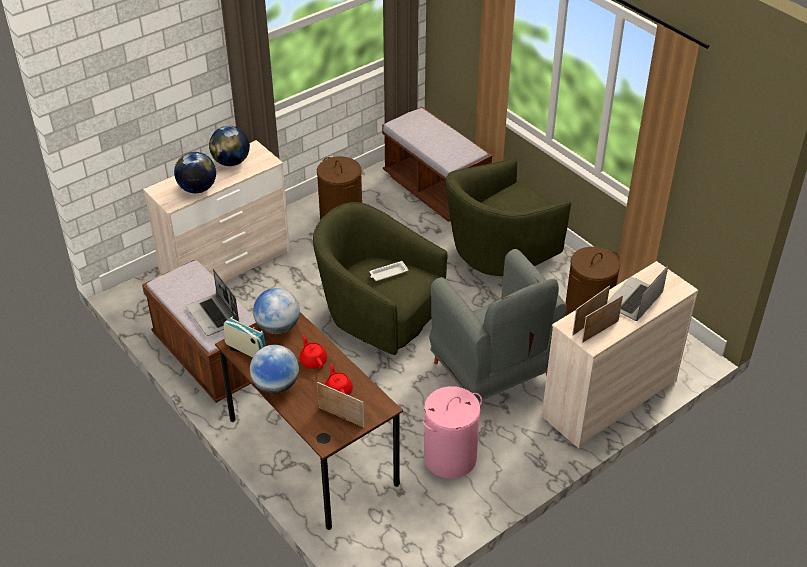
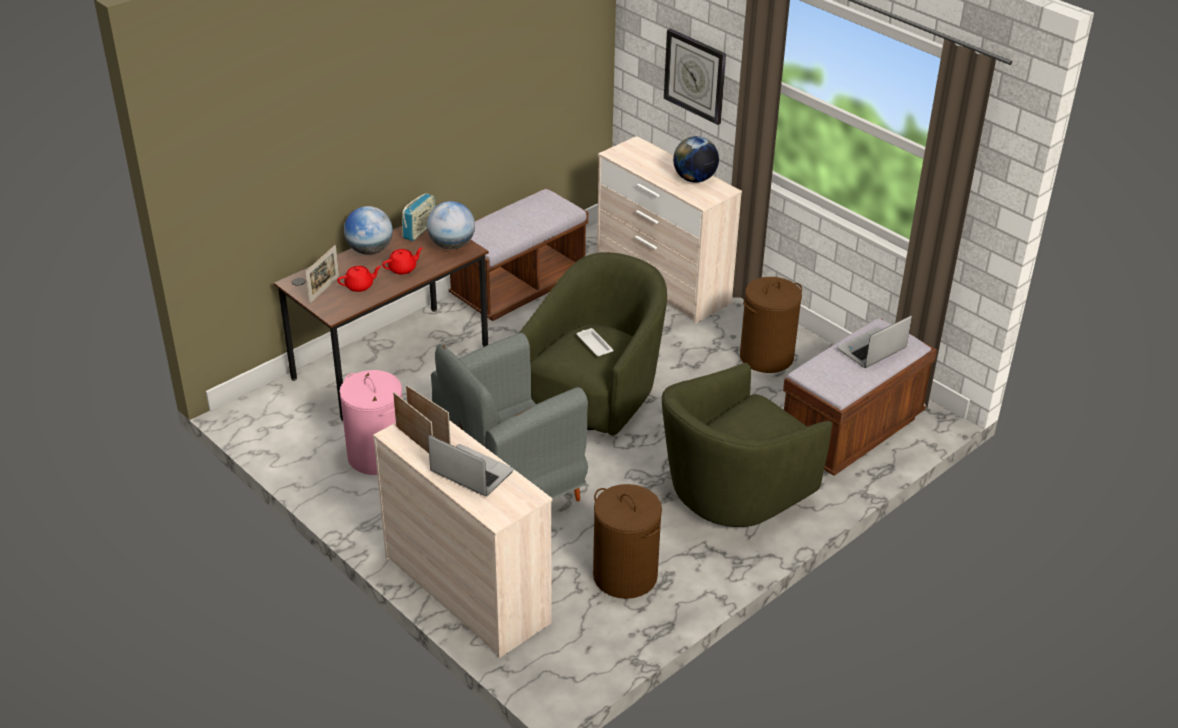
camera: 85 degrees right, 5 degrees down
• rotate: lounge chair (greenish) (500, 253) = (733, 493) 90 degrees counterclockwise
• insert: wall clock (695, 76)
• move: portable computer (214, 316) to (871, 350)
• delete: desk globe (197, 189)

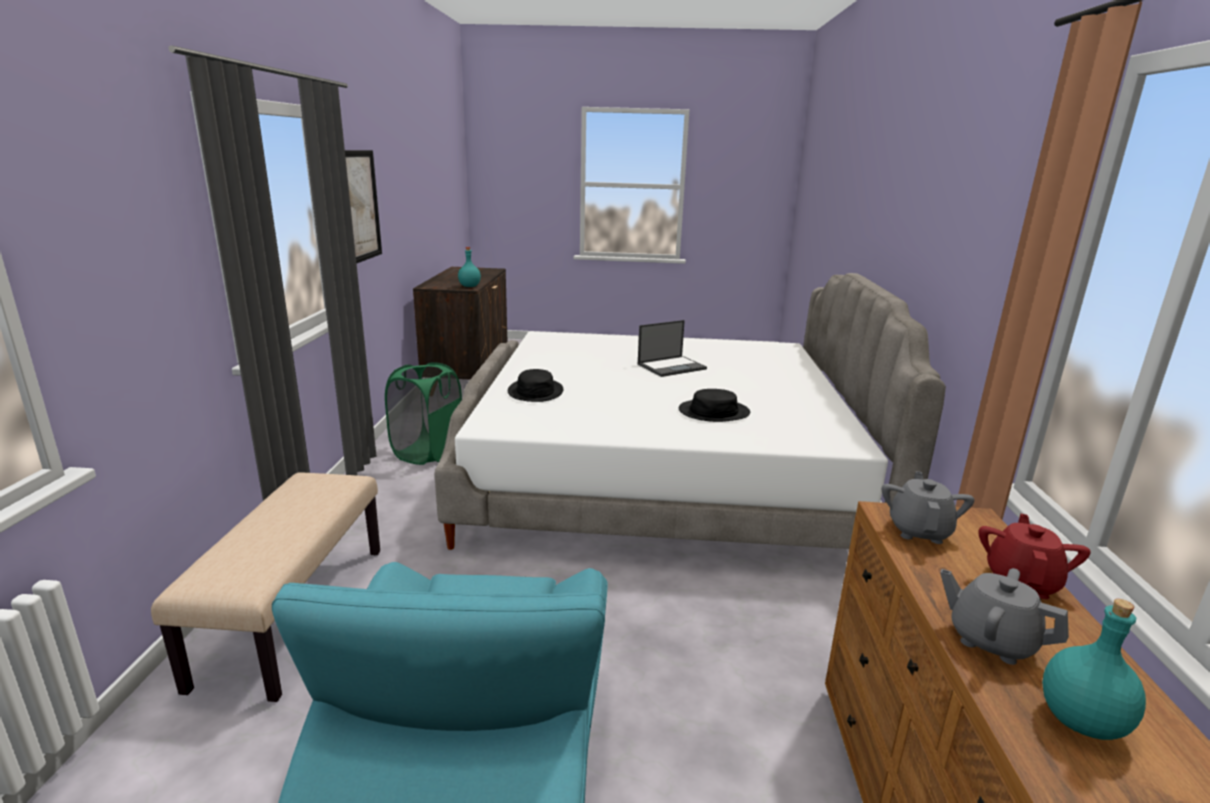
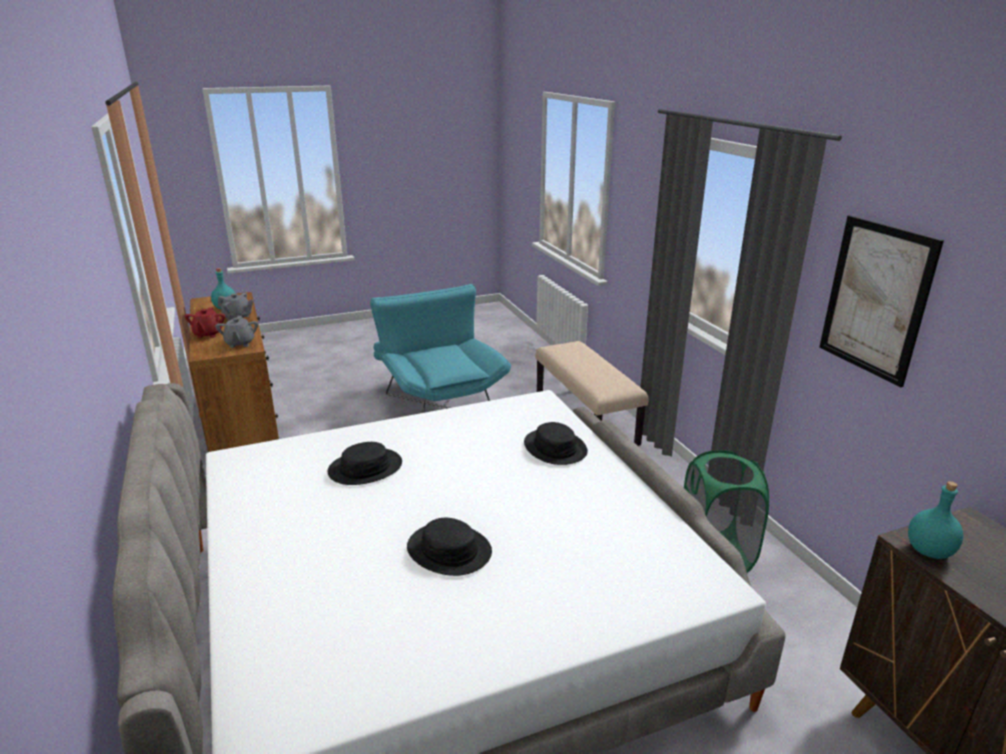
camera: 155 degrees right, 5 degrees up
• replace: portable computer (672, 366) to clothing hat (black-coloured) (449, 550)

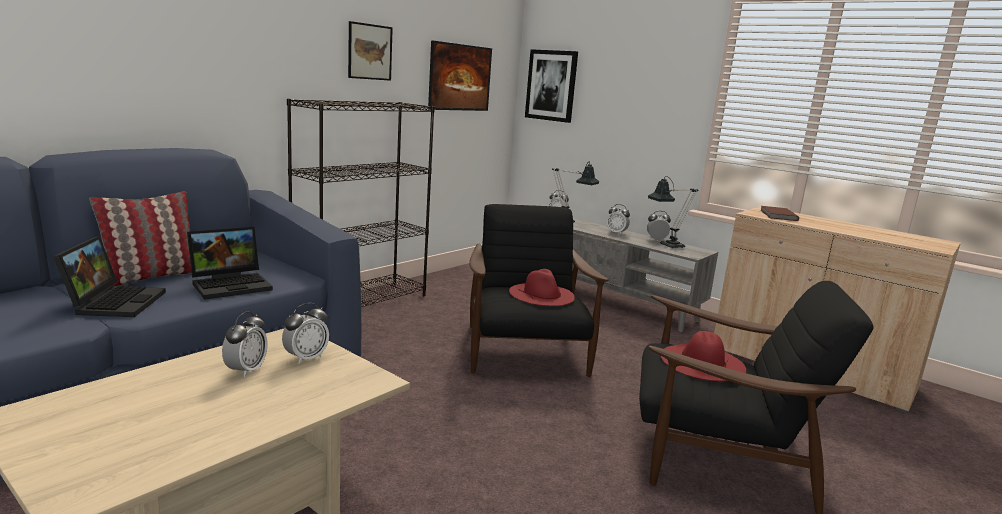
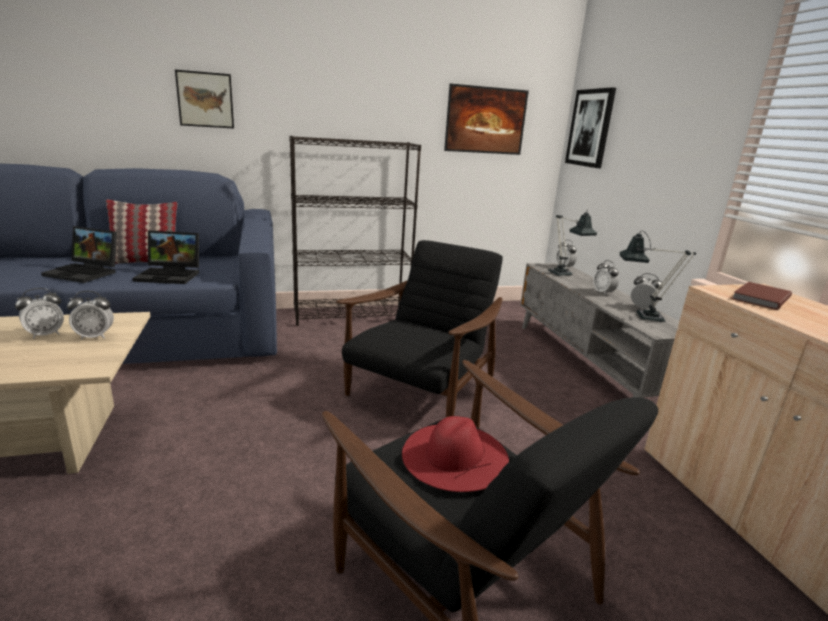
camera: 35 degrees right, 5 degrees up
• rotate: portable computer (114, 302) = (86, 272) 75 degrees clockwise
• move: wall picture (370, 52) to (205, 100)
• delete: clothing hat (red) (542, 294)

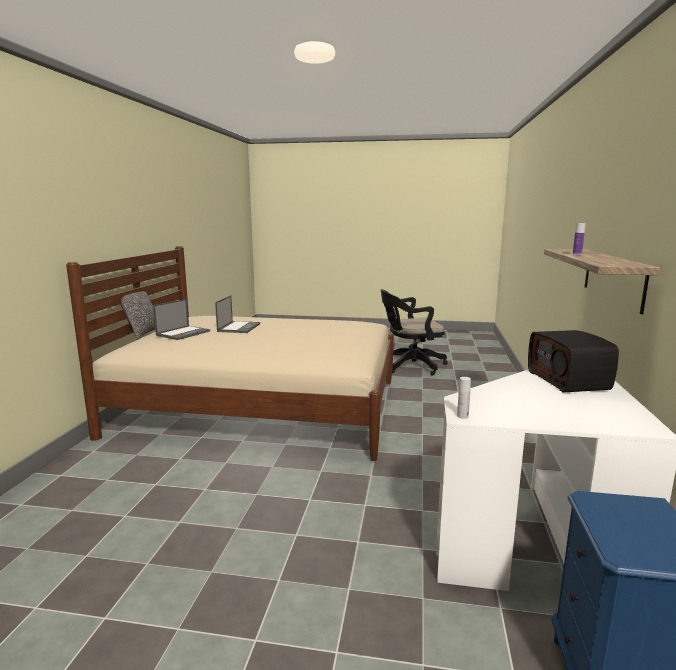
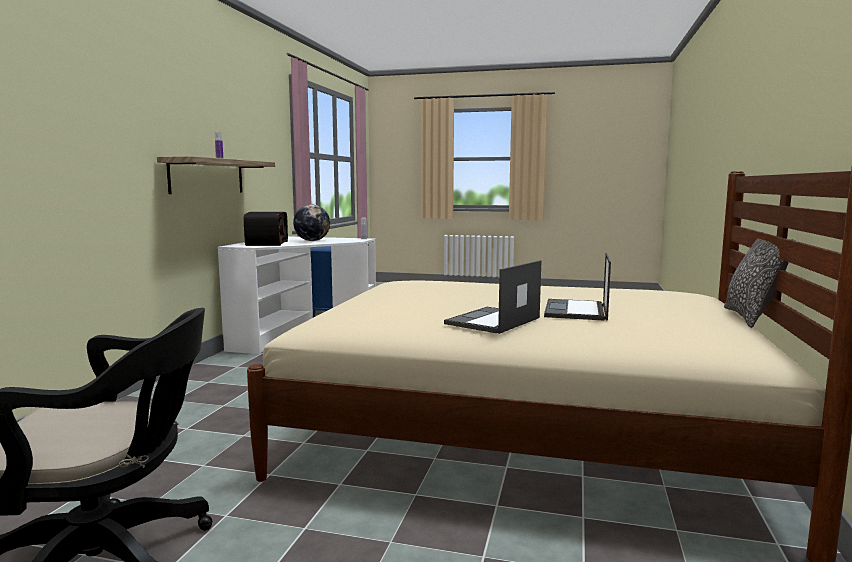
camera: 175 degrees left, 5 degrees down
• insert: desk globe (312, 241)
• move: portable computer (183, 333) to (492, 321)

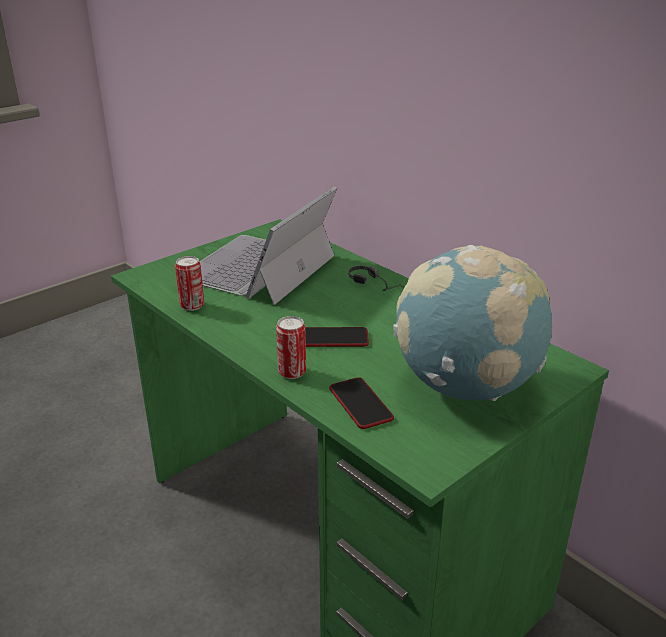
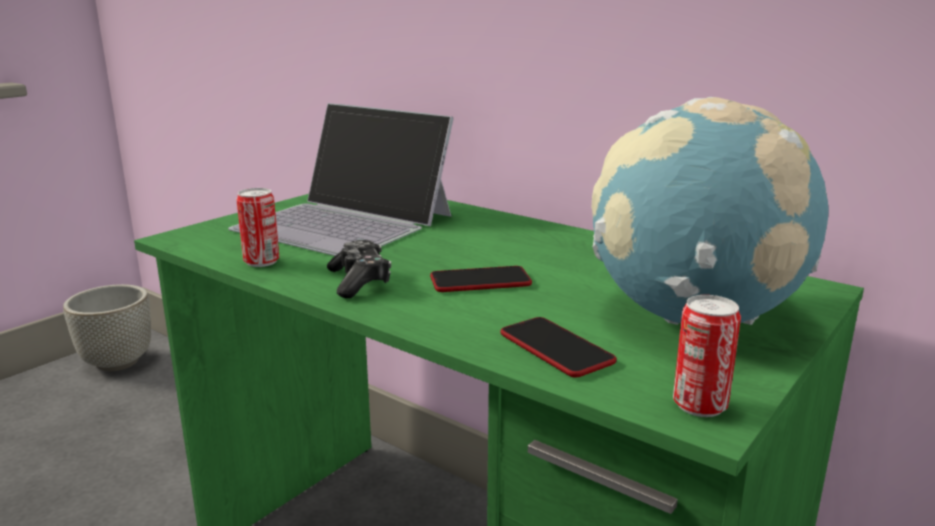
camera: 10 degrees left, 10 degrees down
• insert: flower pot (grey) (117, 362)
• rotate: portable computer (259, 268) = (346, 222) 75 degrees counterclockwise
• insert: joypad (359, 281)
• move: metal can (292, 372) to (699, 405)
• delete: headphones (379, 286)

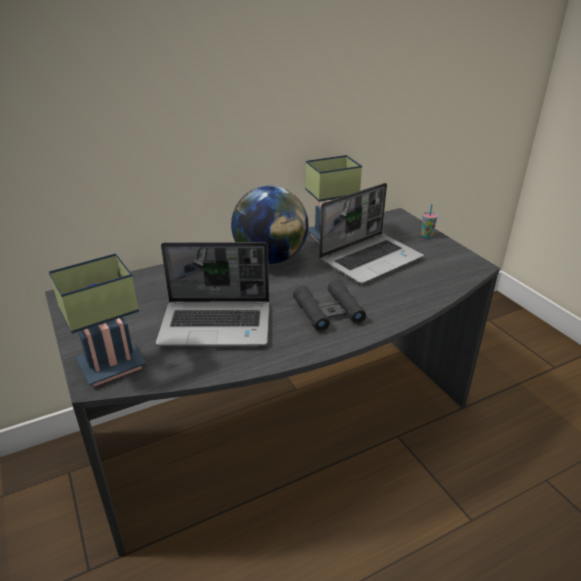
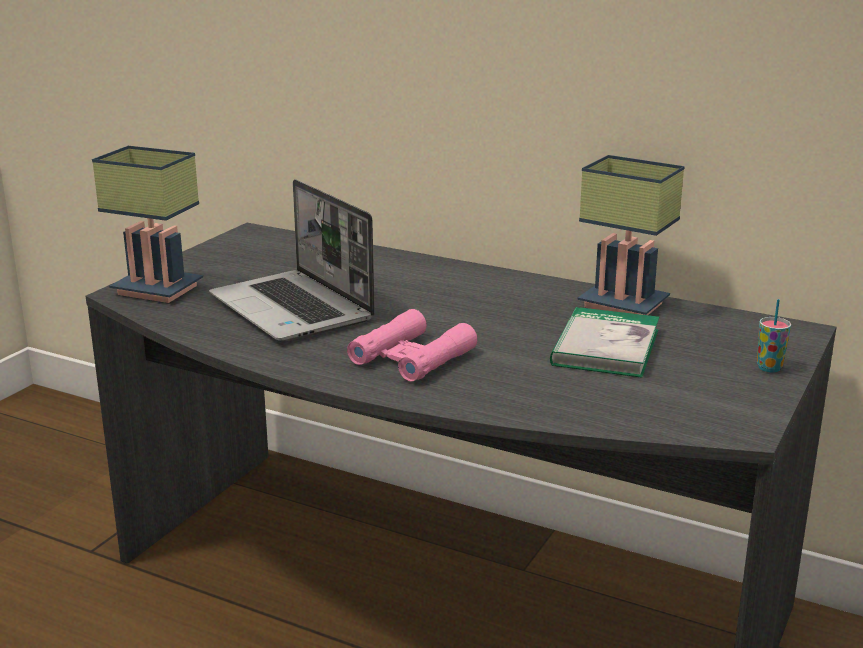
camera: 55 degrees right, 10 degrees down
• recolor: pair of binoculars (black-coloured) (328, 311) to pair of binoculars (pinkish) (412, 357)
• replace: portable computer (371, 259) to bound book (605, 347)
• delete: desk globe (270, 259)

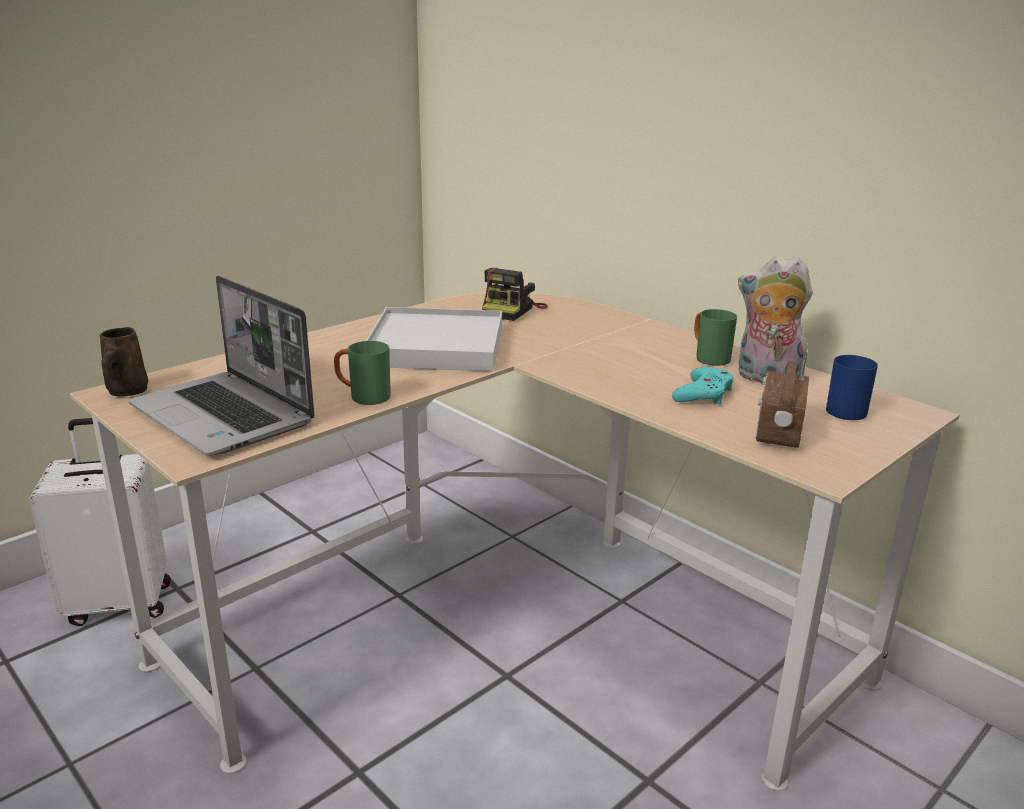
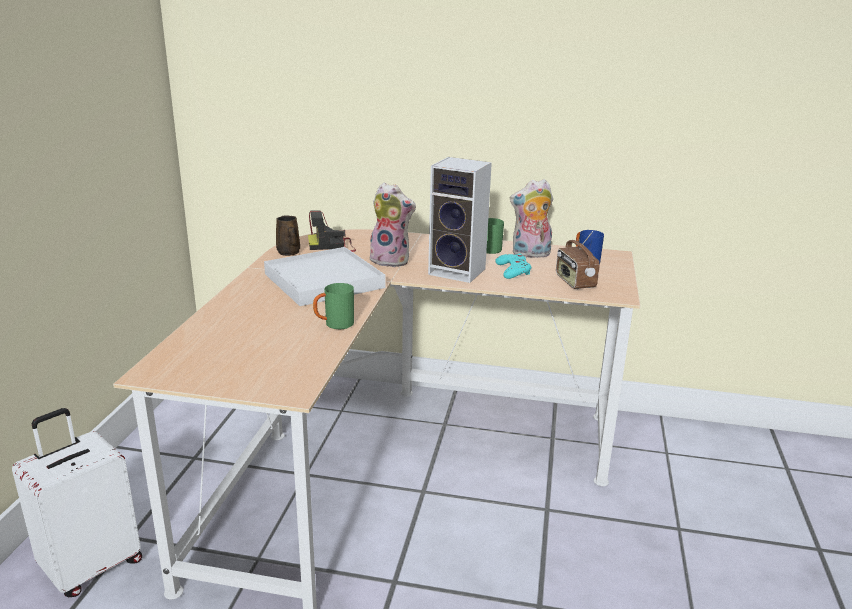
camera: 35 degrees left, 0 degrees up
• move: mug (brownish) (126, 391) to (289, 253)
• rotate: photo camera (512, 310) = (332, 246) 90 degrees clockwise
• insert: plush toy (392, 260)
• insert: loudspeaker (459, 271)
• delete: portable computer (225, 416)

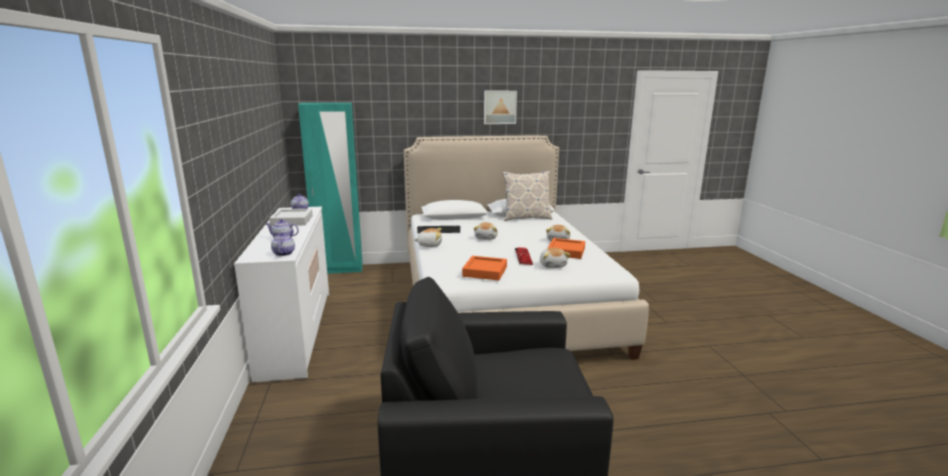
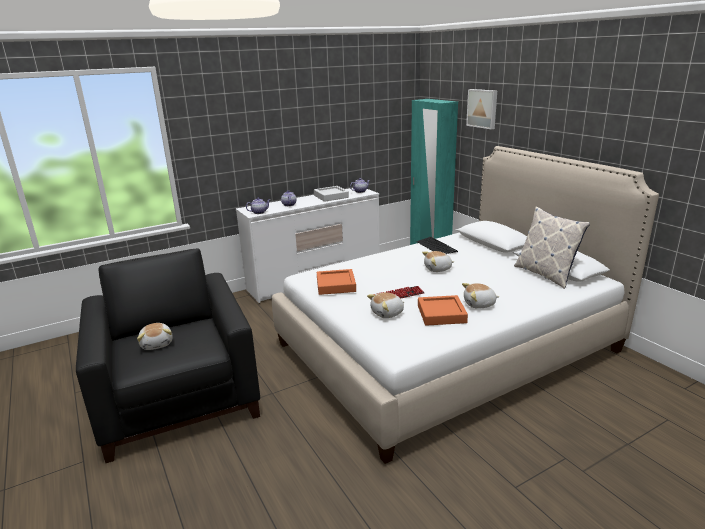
camera: 70 degrees right, 5 degrees up
• move: plush toy (429, 245) to (157, 344)
• move: wall picture (499, 107) to (482, 108)

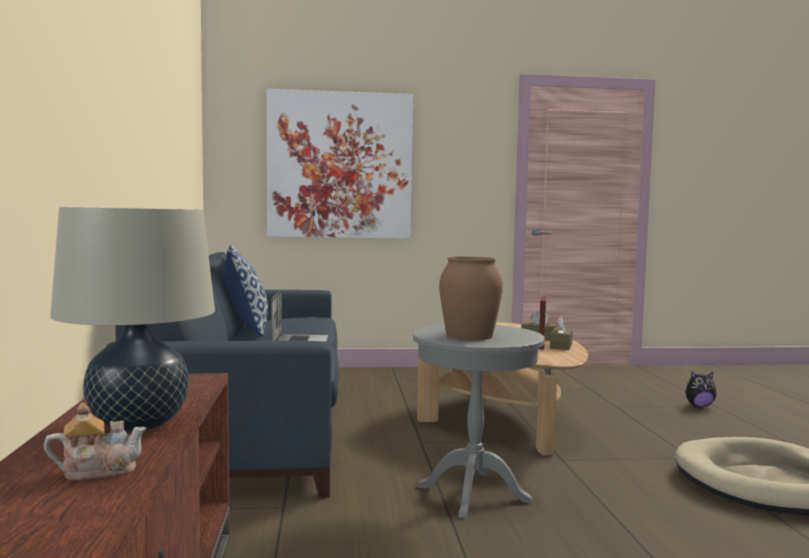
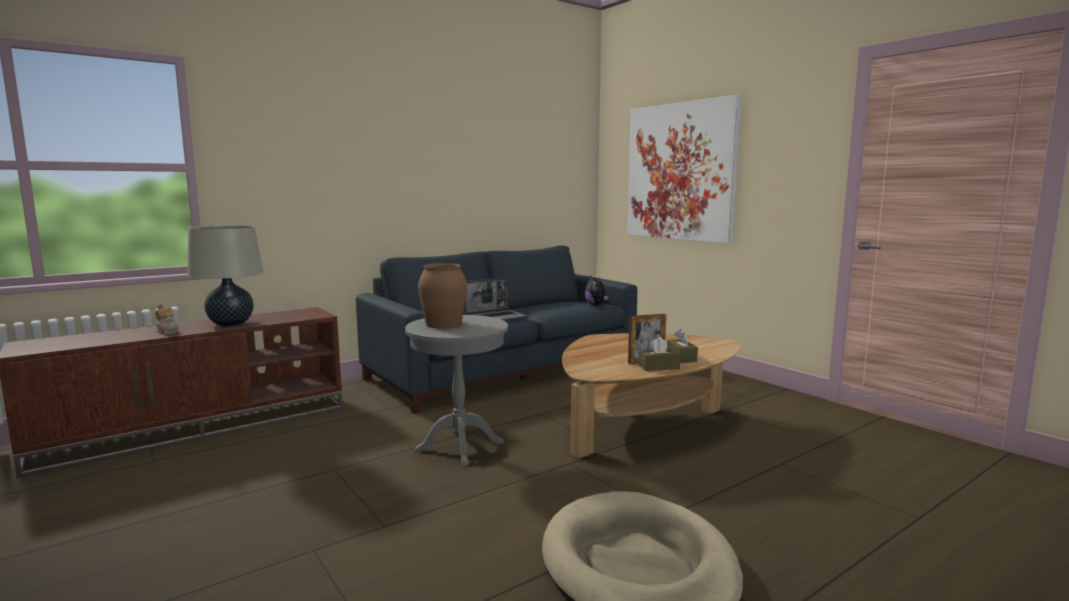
camera: 60 degrees right, 5 degrees up
• move: plush toy (699, 406) to (596, 305)
• delete: pillow (246, 328)

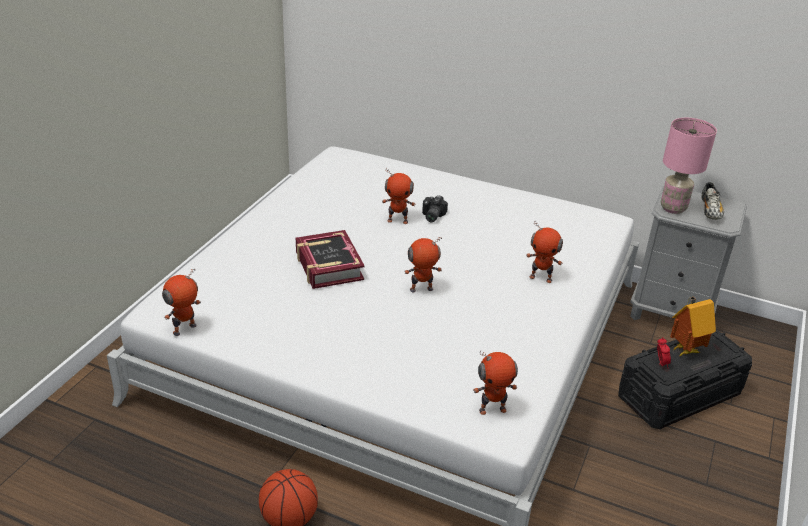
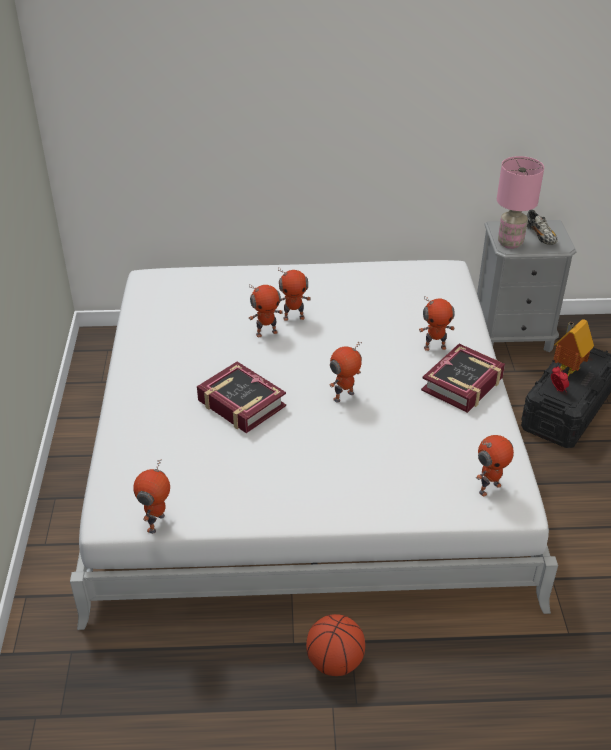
camera: 25 degrees left, 5 degrees up
• replace: photo camera (431, 216) to toy robot (294, 317)
• insert: bound book (463, 384)

